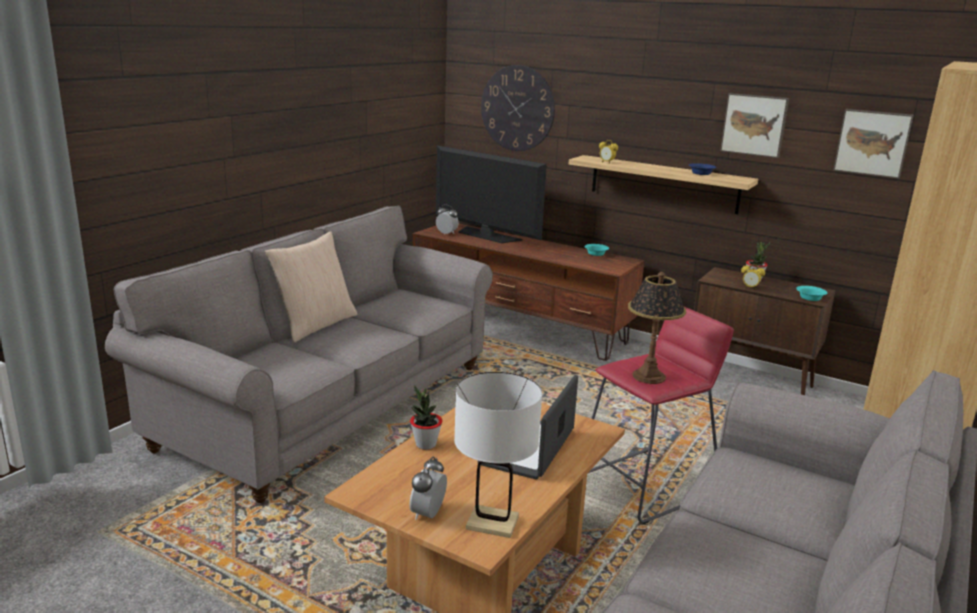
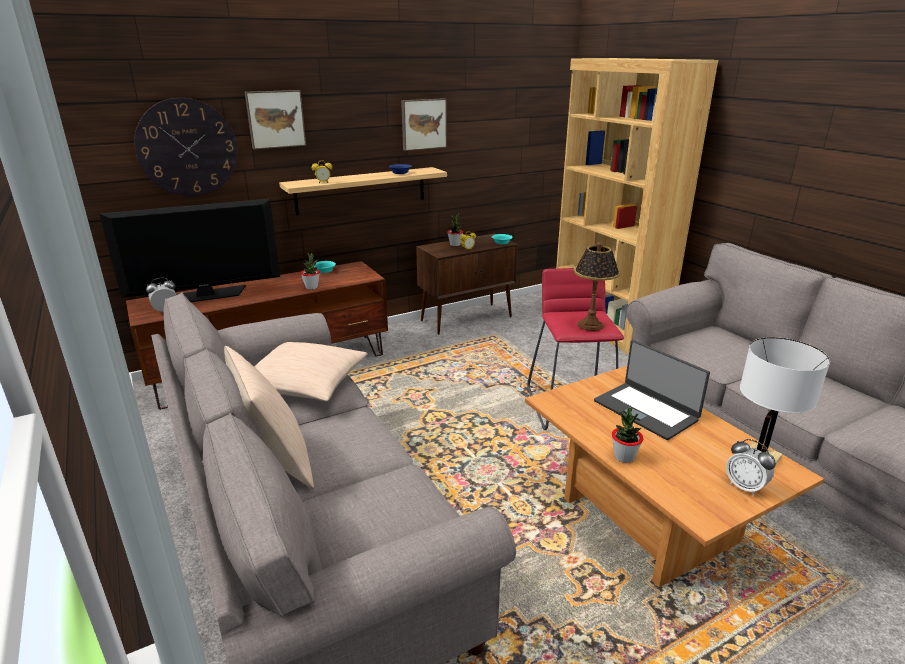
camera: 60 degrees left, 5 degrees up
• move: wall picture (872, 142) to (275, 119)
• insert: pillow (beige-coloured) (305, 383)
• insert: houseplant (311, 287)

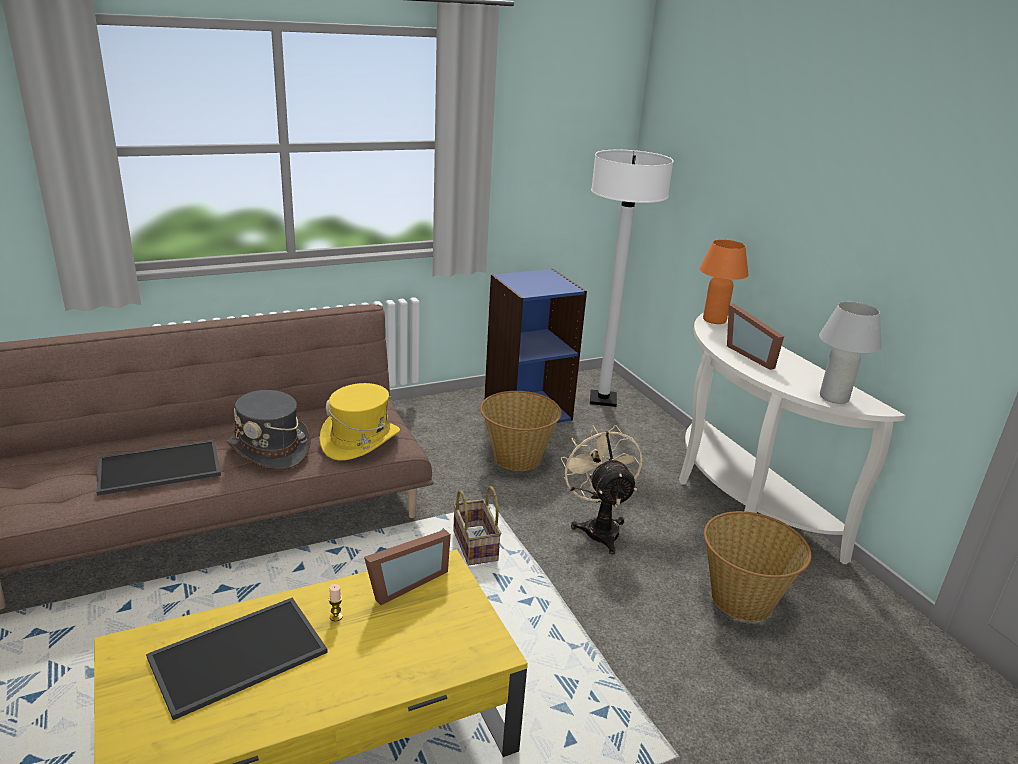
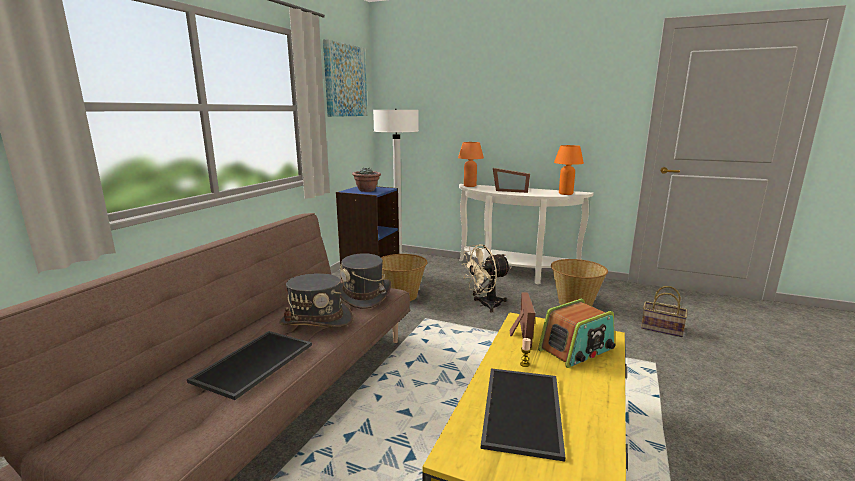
camera: 40 degrees left, 10 degrees down
• insert: wall picture (345, 81)
• recolor: clothing hat (yellow) (360, 440) to clothing hat (grey) (363, 295)
• insert: houseplant (367, 190)
• rotate: electric fan (beige-coloured) (598, 527) = (485, 305) 60 degrees counterclockwise
• insert: radio (577, 350)
• recolor: tabletop lamp (white) (834, 398) to tabletop lamp (orange) (565, 193)
• move: storage basket (473, 545) to (660, 329)

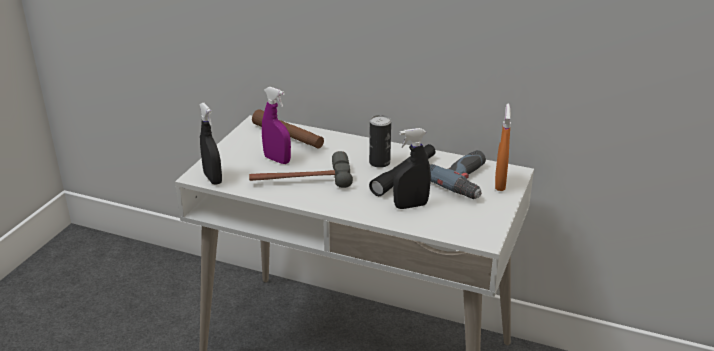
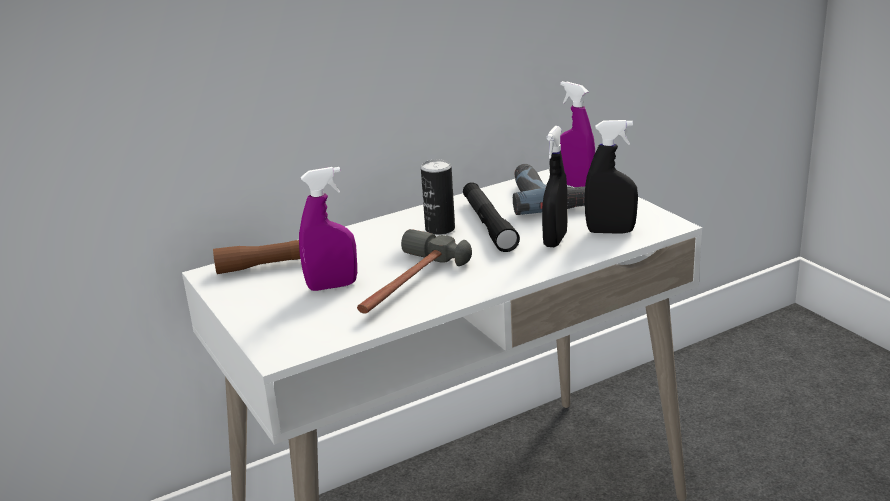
camera: 50 degrees left, 5 degrees down
• recolor: sprayer (orange) (500, 183) to sprayer (purple-coloured) (575, 185)
• move: sprayer (black-coloured) (213, 178) to (610, 231)

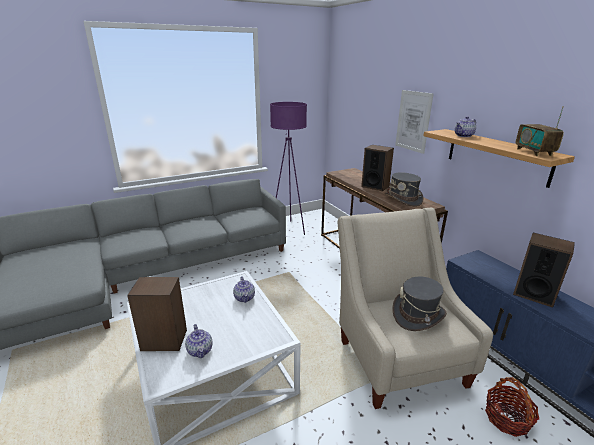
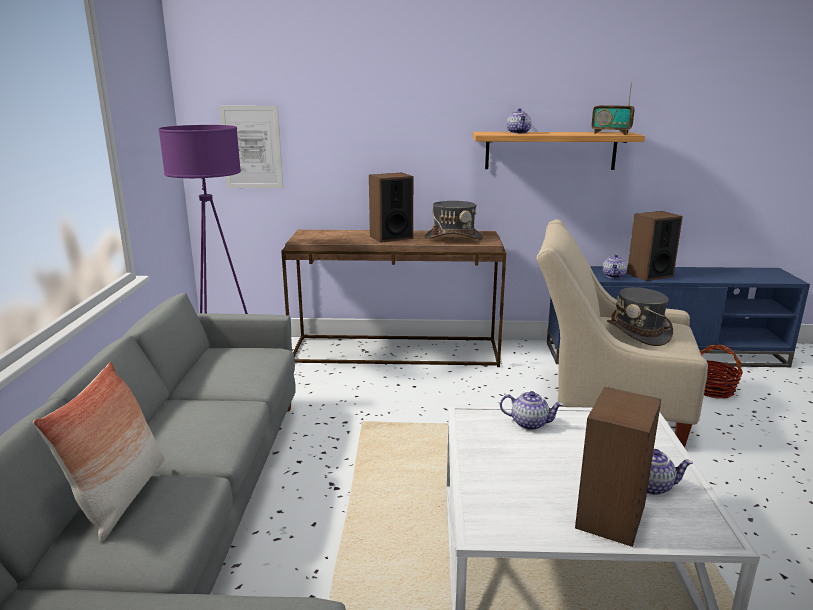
camera: 60 degrees left, 5 degrees down
• insert: pillow (120, 497)
• move: wall picture (413, 121) to (252, 147)
• insert: tea pot (614, 276)

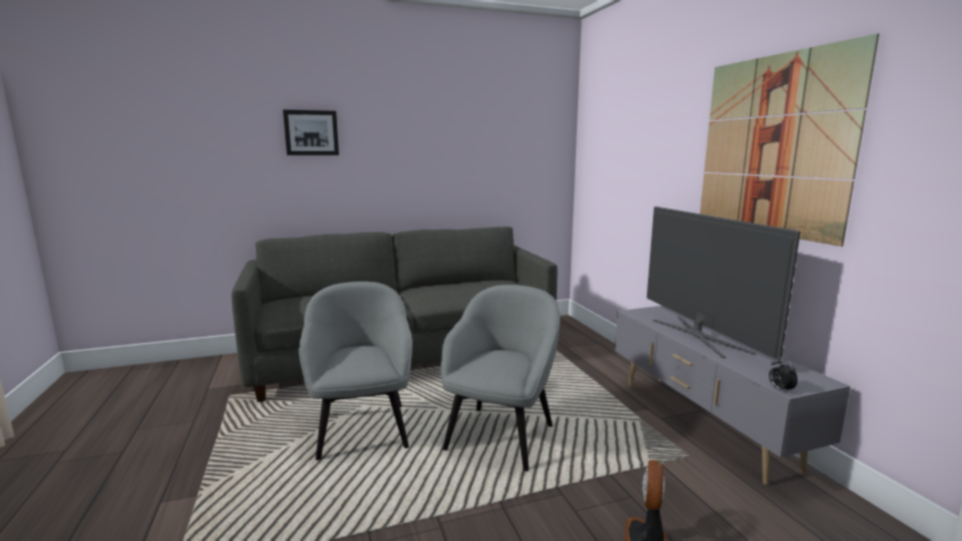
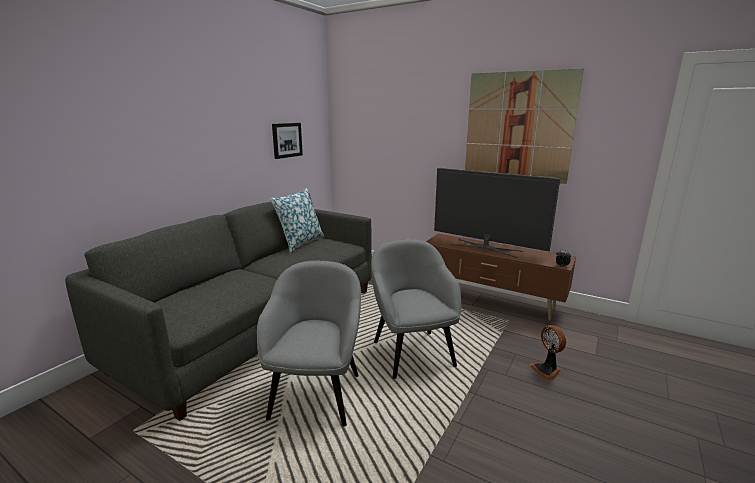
camera: 40 degrees left, 5 degrees up
• rotate: lounge chair (grey) (362, 429) = (316, 394) 60 degrees clockwise
• insert: pillow (300, 243)
• move: wall picture (311, 133) to (287, 140)
• recolor: media console (grey) (702, 423) to media console (brownish) (491, 300)

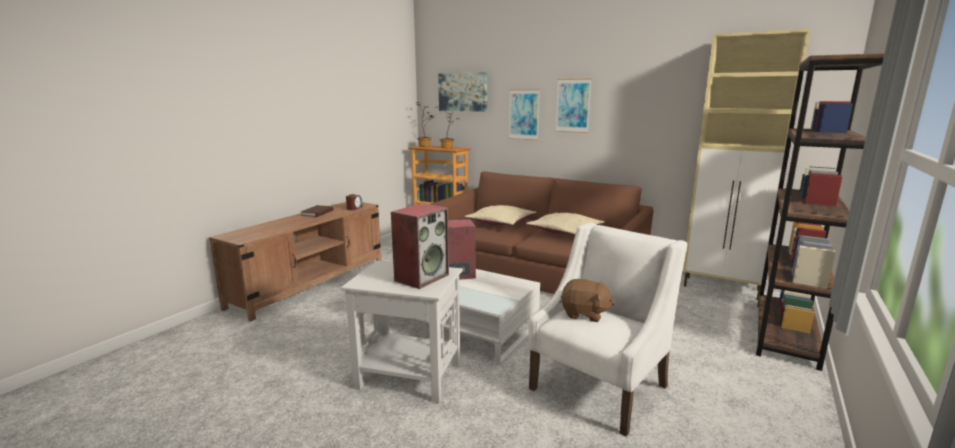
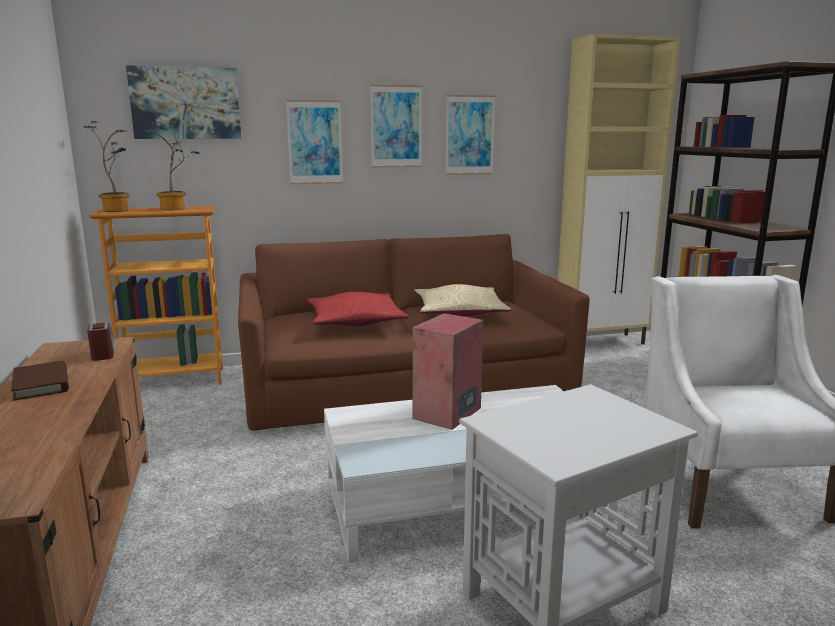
camera: 45 degrees left, 0 degrees up
• recolor: pillow (beige-coloured) (500, 222) to pillow (red) (355, 321)
• insert: wall picture (469, 135)
• delete: loudspeaker (422, 277)
• delete: plush toy (brownish) (585, 314)

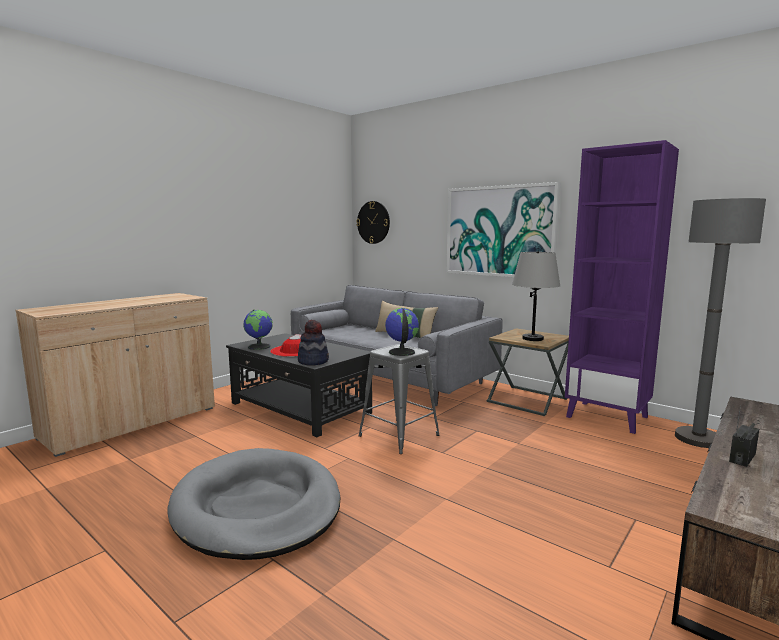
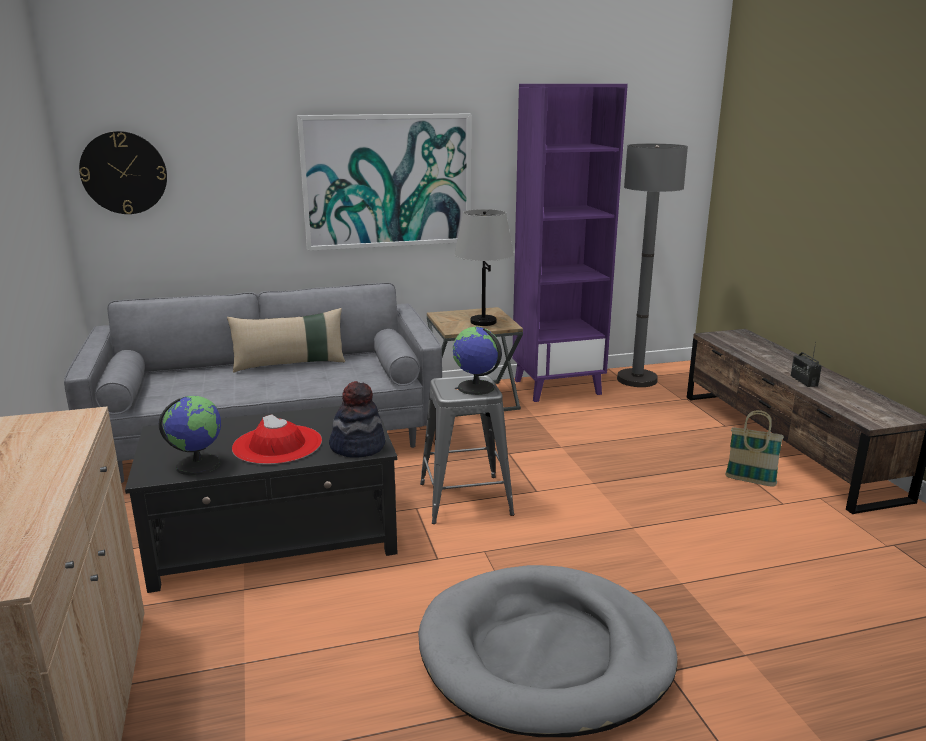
camera: 55 degrees left, 10 degrees up
• insert: storage basket (750, 481)

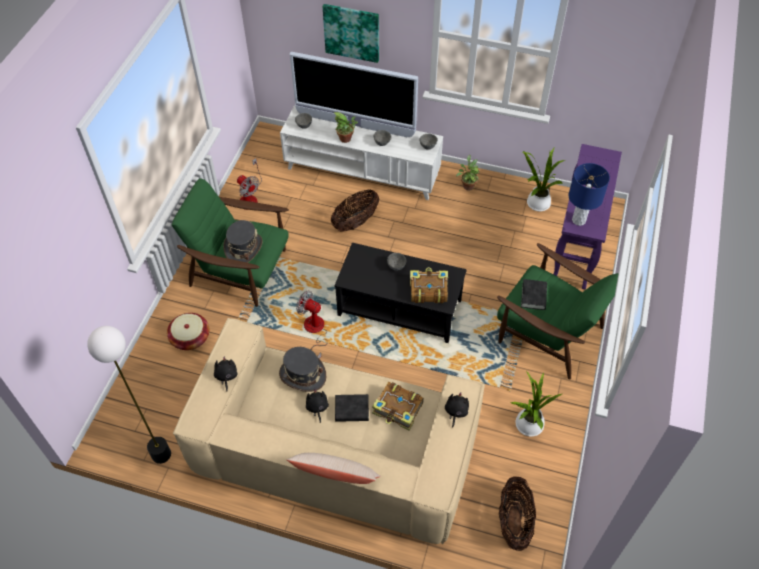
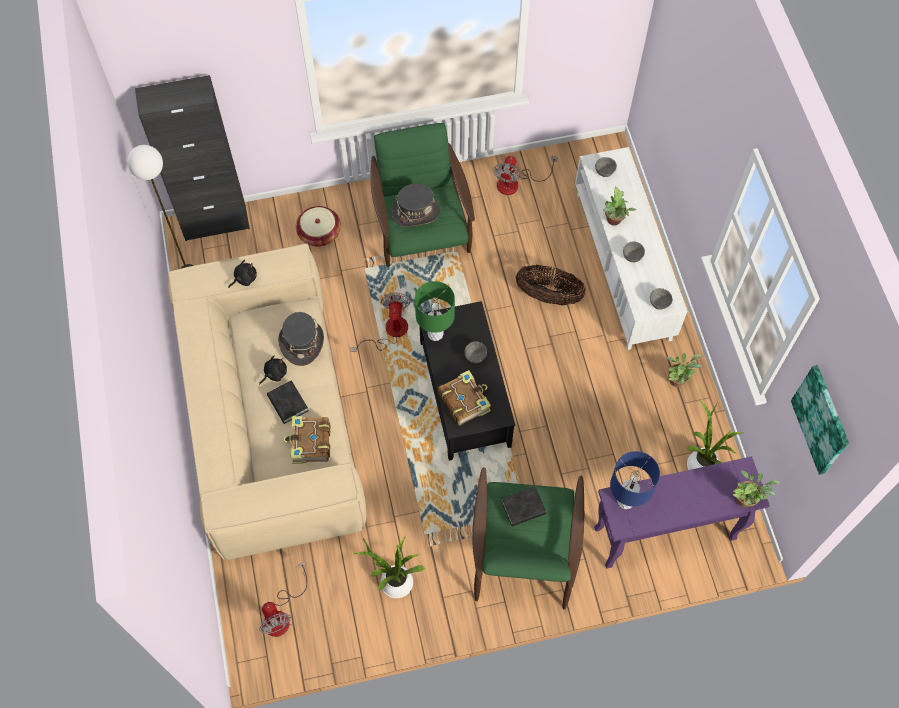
camera: 60 degrees right, 10 degrees up
• insert: storage cabinet (black-coloured) (215, 223)
• replace: storage basket (514, 521) to electric fan (281, 614)
• insert: tabletop lamp (greenish) (435, 333)
• insert: houseplant (746, 498)
• move: wall picture (352, 32) to (821, 420)
• delete: pillow (beige-coloured) (335, 476)
• delete: TV (355, 125)
• delete: plush toy (black-coloured) (456, 412)

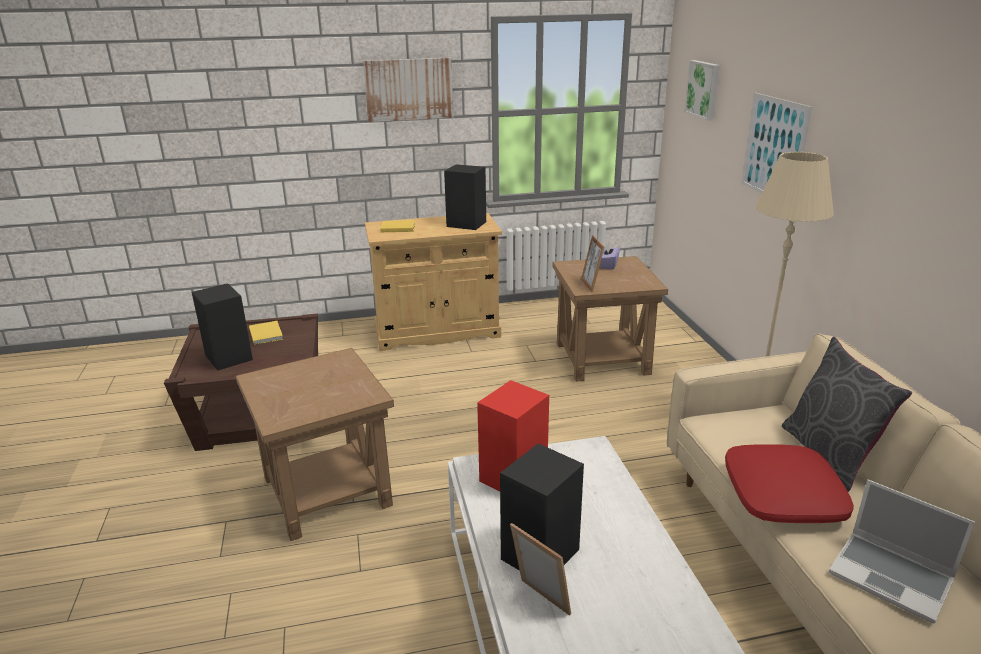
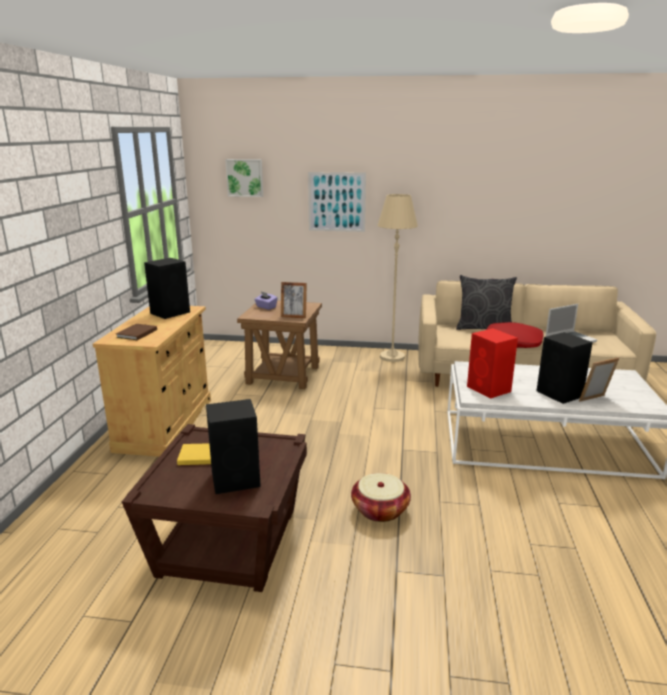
camera: 70 degrees left, 5 degrees down
• recolor: bound book (yellow) (397, 228) to bound book (brownish) (135, 334)
• replace: accent table (brownish) (328, 491) to storage basket (380, 510)
• delete: wall picture (409, 89)

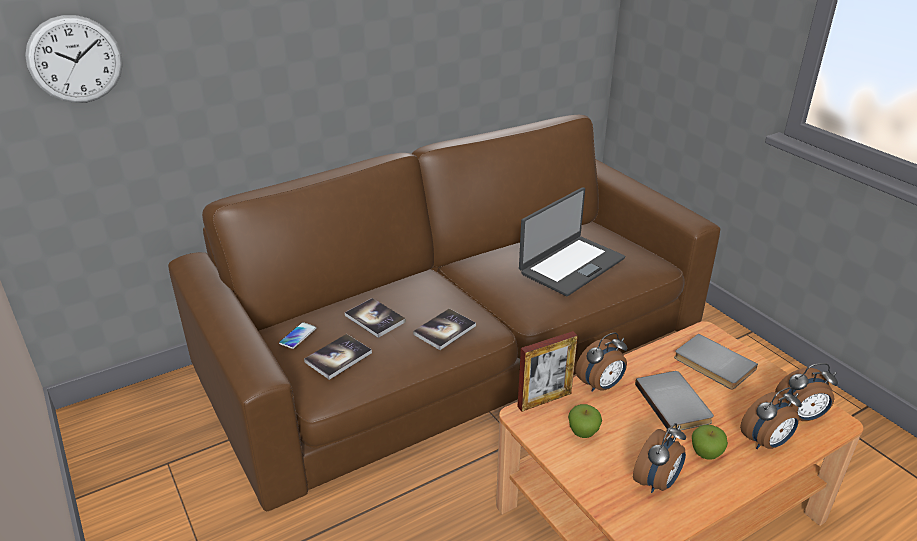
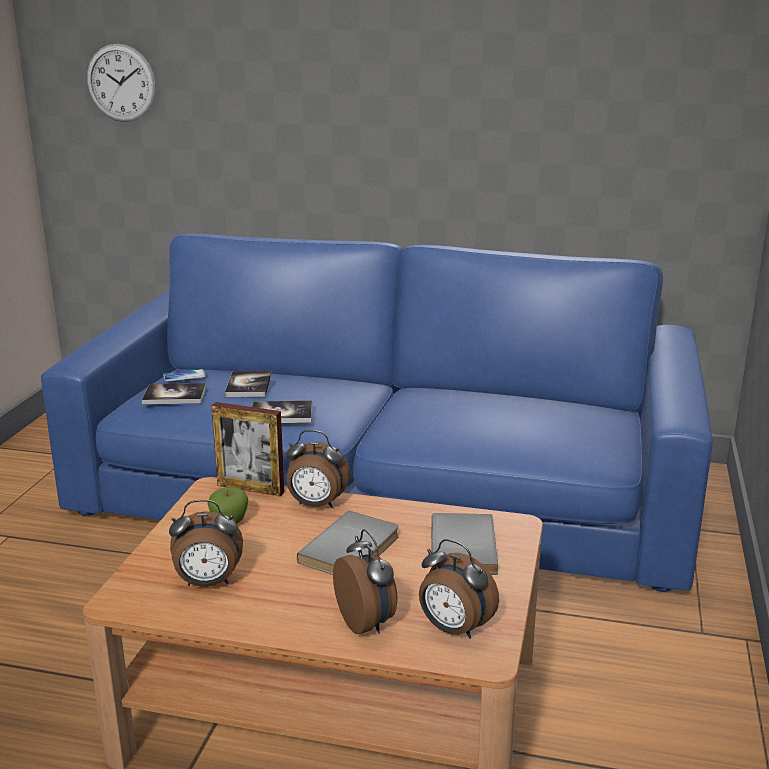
camera: 45 degrees right, 10 degrees down
• recolor: couch (brownish) (458, 349) to couch (blue-coloured) (384, 491)
• rotate: bedside clock (766, 443) = (367, 622) 135 degrees counterclockwise
• delete: portable computer (571, 265)
• delete: whole apple (706, 454)

